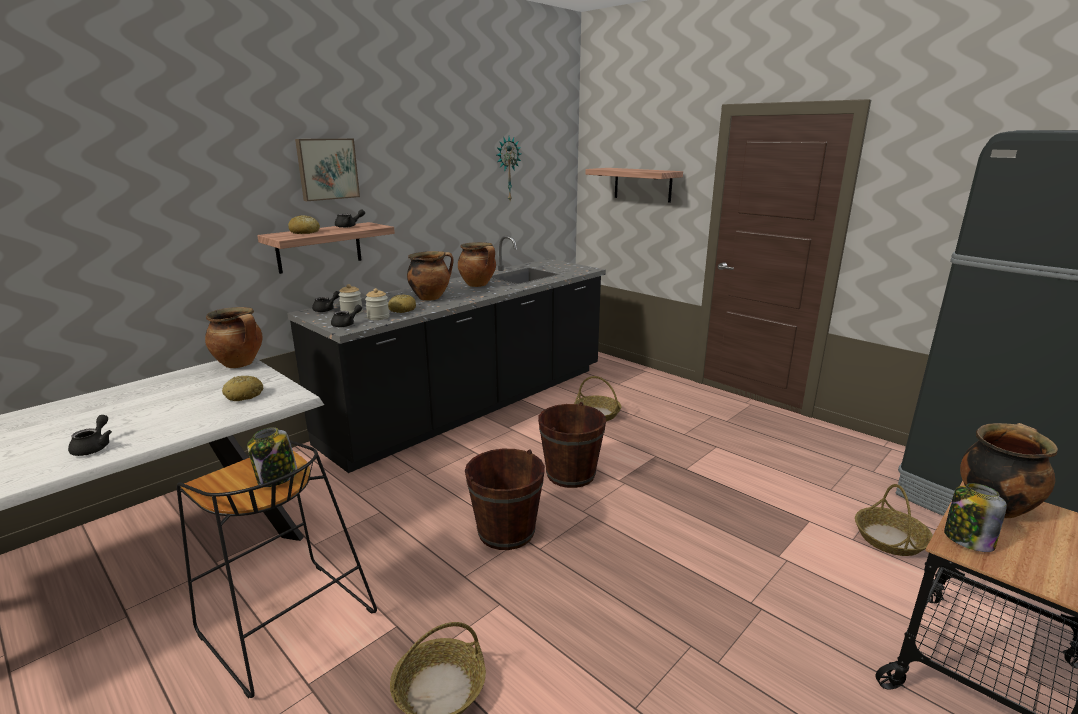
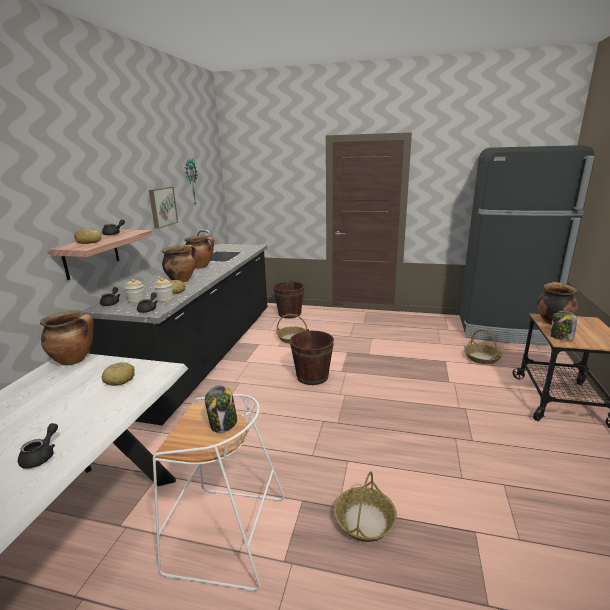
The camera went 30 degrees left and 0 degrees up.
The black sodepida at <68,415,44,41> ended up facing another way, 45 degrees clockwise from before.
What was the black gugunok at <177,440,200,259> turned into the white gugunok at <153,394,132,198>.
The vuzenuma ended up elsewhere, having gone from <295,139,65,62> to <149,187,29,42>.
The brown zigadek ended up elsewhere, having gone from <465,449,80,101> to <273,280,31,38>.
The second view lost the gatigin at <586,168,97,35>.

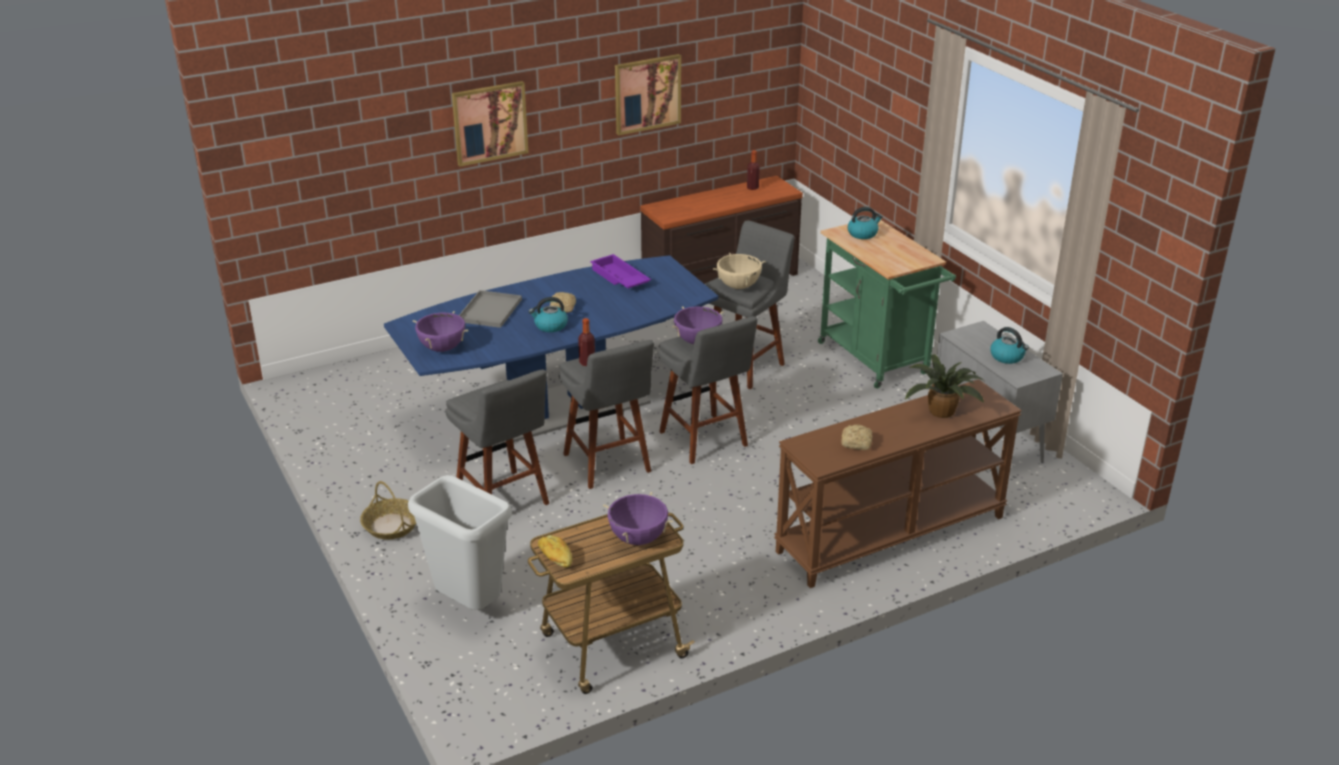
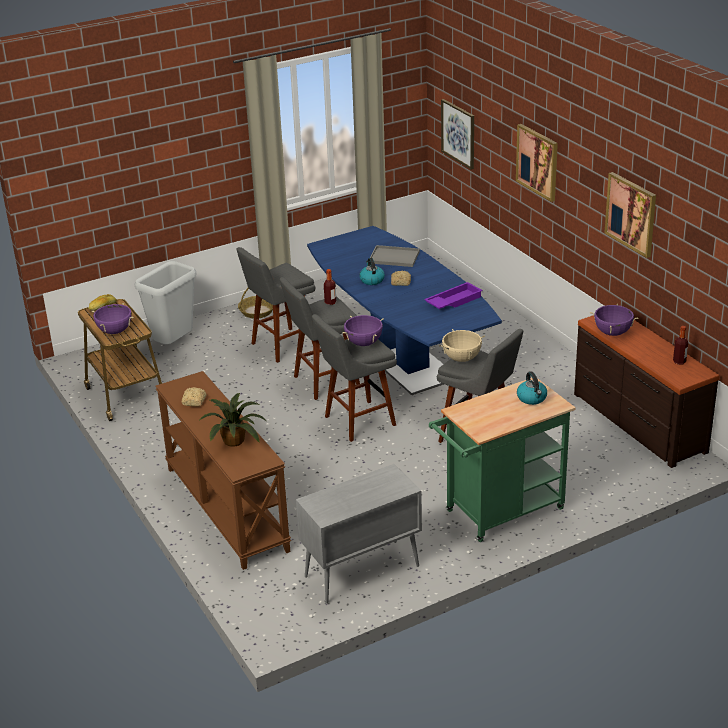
The camera went 90 degrees right and 0 degrees up.
The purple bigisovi ended up elsewhere, having gone from <412,311,57,41> to <590,303,49,33>.
The second view lost the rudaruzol at <990,327,39,37>.
The second view gained the vuzenuma at <441,99,33,71>.

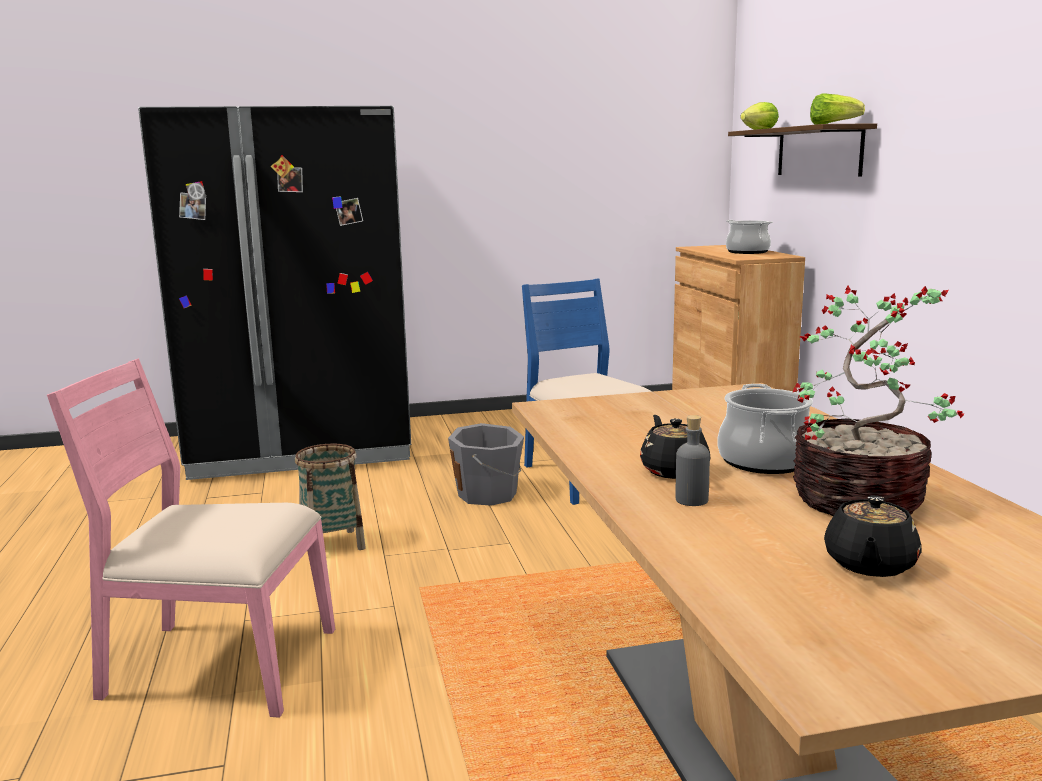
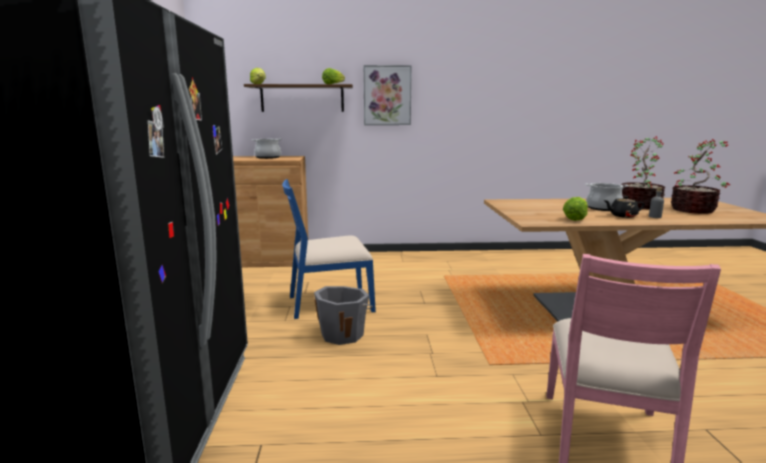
The camera went 80 degrees left and 0 degrees up.
The second view lost the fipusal at <295,444,71,106>.
Where the black sodepida stood at <824,495,98,82>, the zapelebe came to stand at <671,139,60,75>.
The second view gained the vuzenuma at <364,65,48,60>.
The second view gained the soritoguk at <563,197,25,24>.

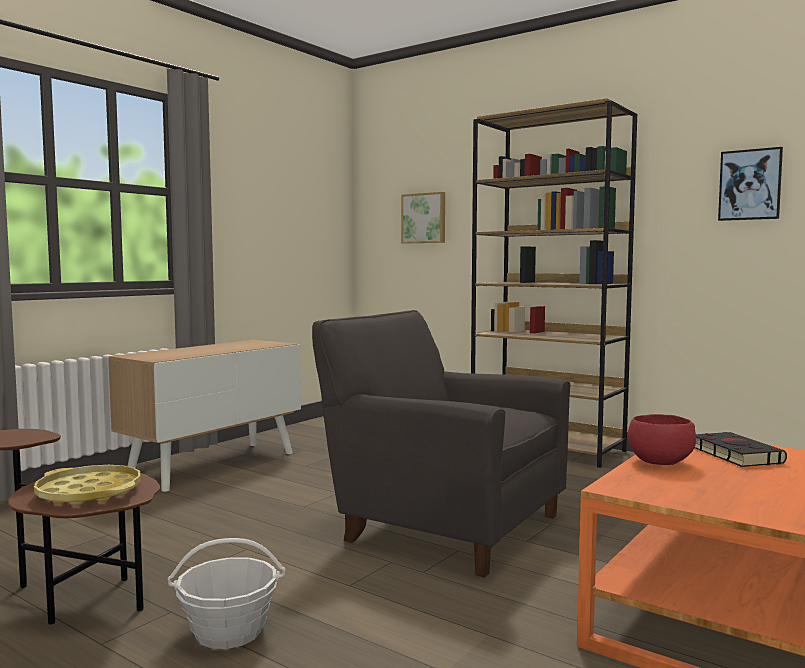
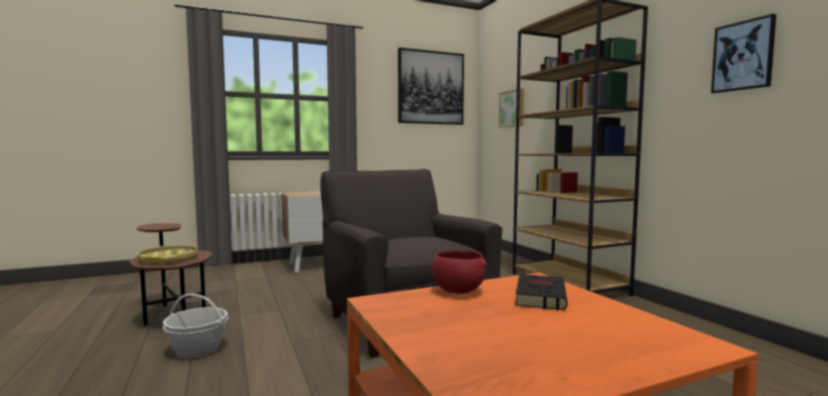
The camera went 30 degrees right and 0 degrees up.
The second view gained the vuzenuma at <398,47,66,78>.

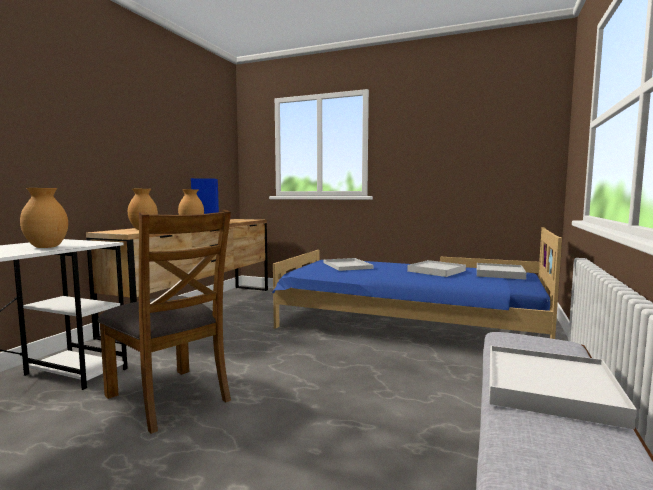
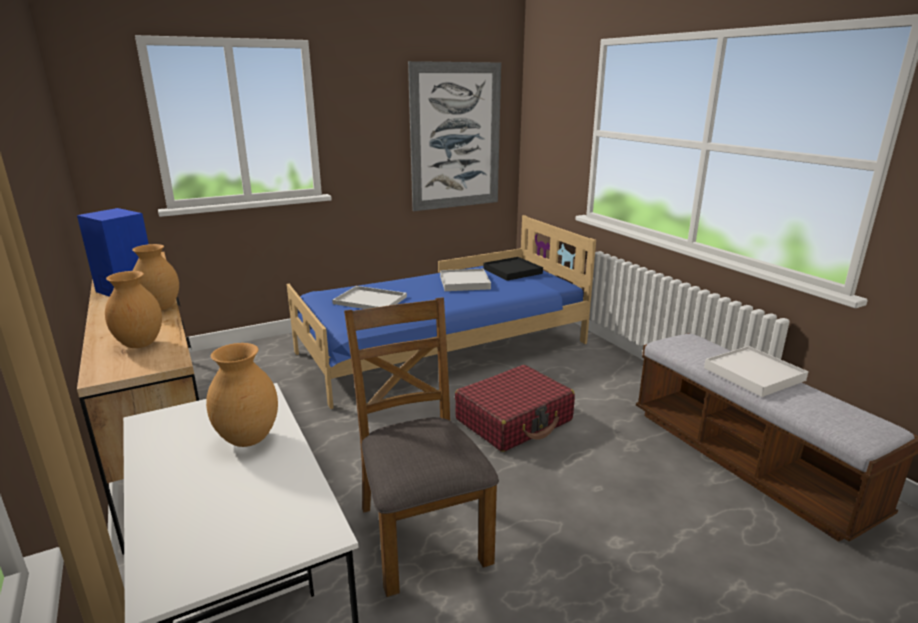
The camera went 50 degrees left and 15 degrees up.
The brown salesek at <98,210,133,224> ended up facing another way, 105 degrees counterclockwise from before.
What was the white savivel at <477,263,50,17> turned into the black savivel at <483,257,60,24>.
The second view gained the vuzenuma at <408,61,93,150>.
The second view gained the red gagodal at <455,365,120,87>.

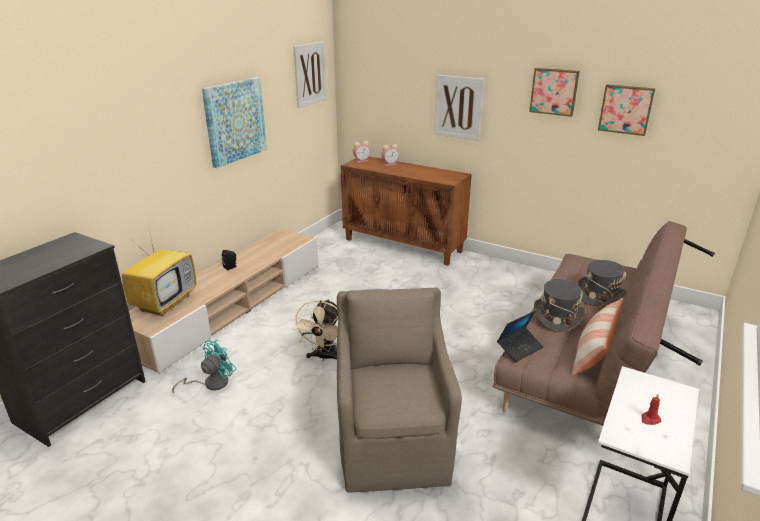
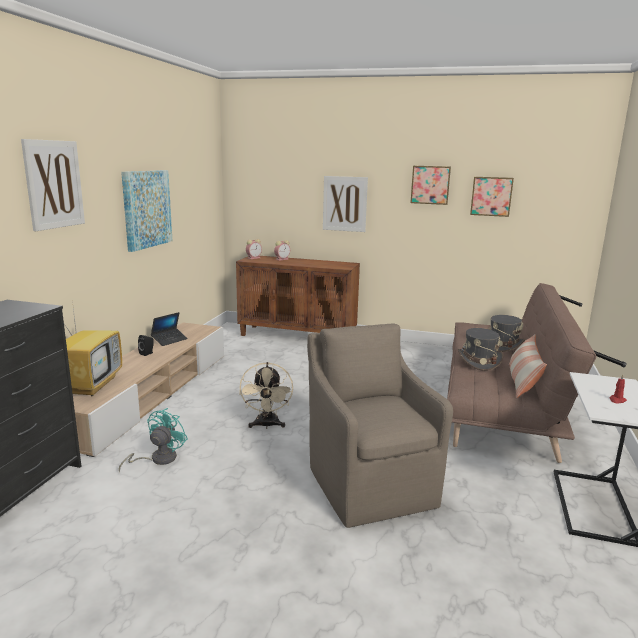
The camera went 15 degrees left and 10 degrees down.
The vuzenuma ended up elsewhere, having gone from <293,42,34,66> to <21,139,64,92>.
The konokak ended up elsewhere, having gone from <497,310,47,52> to <151,312,37,34>.

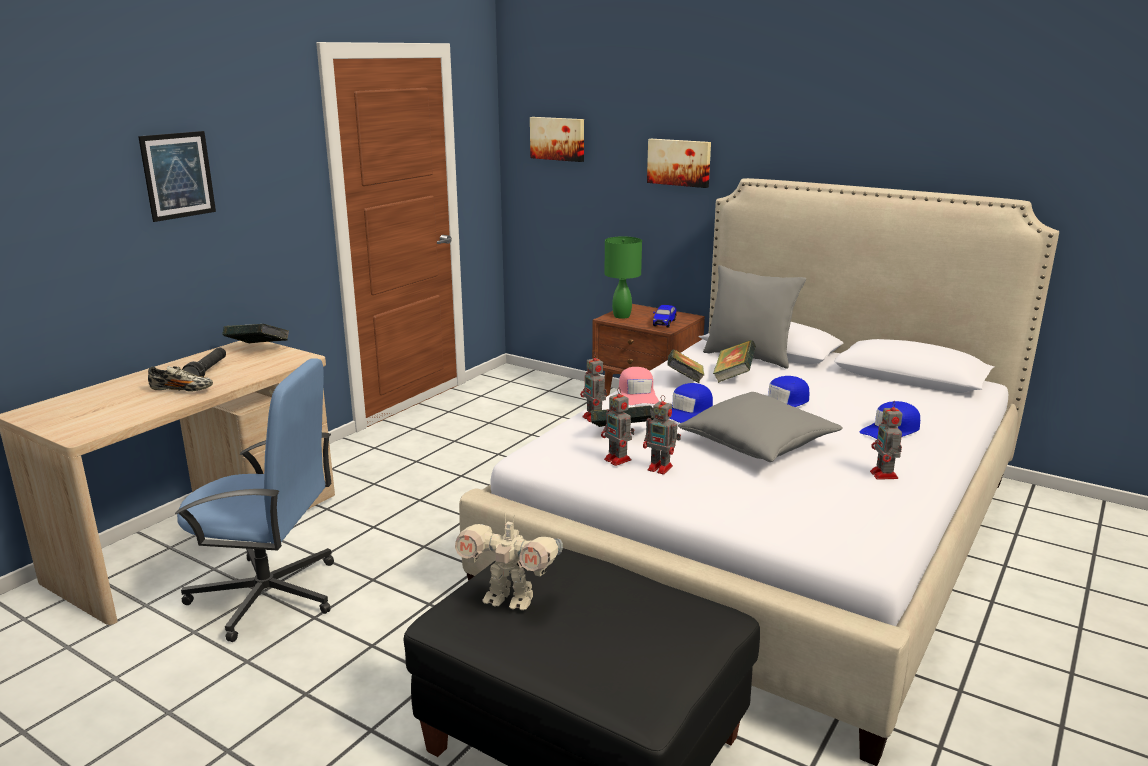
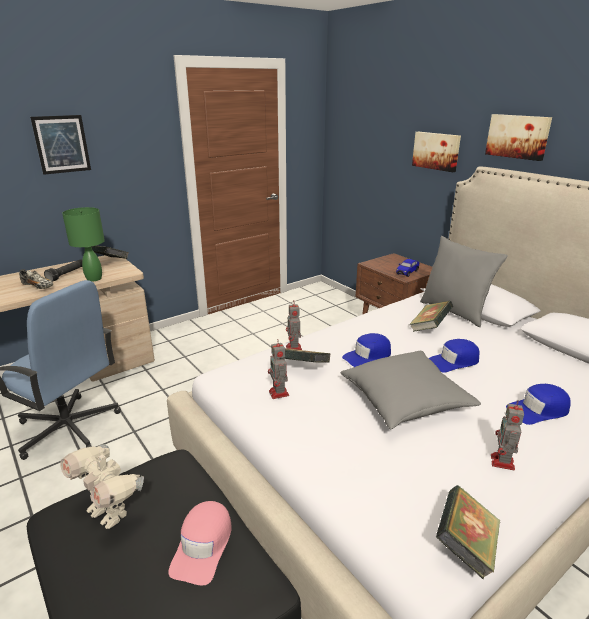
The camera went 20 degrees right and 5 degrees up.
The vuzenuma ended up elsewhere, having gone from <530,117,54,45> to <485,114,67,47>.
The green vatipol ended up elsewhere, having gone from <604,237,38,82> to <62,207,43,75>.
The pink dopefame ended up elsewhere, having gone from <619,367,40,38> to <168,501,64,85>.
The second view lost the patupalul at <643,395,38,79>.
The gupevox ended up elsewhere, having gone from <667,350,38,33> to <436,485,64,95>.

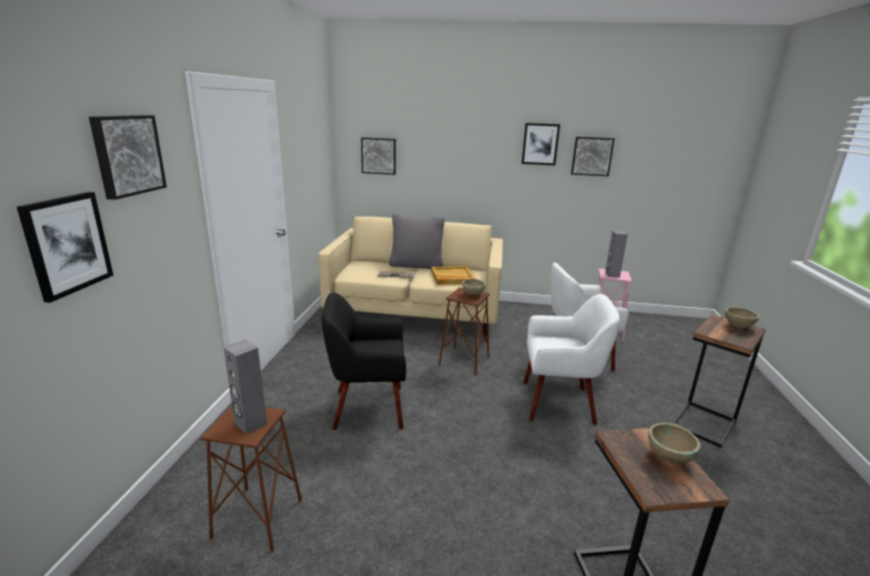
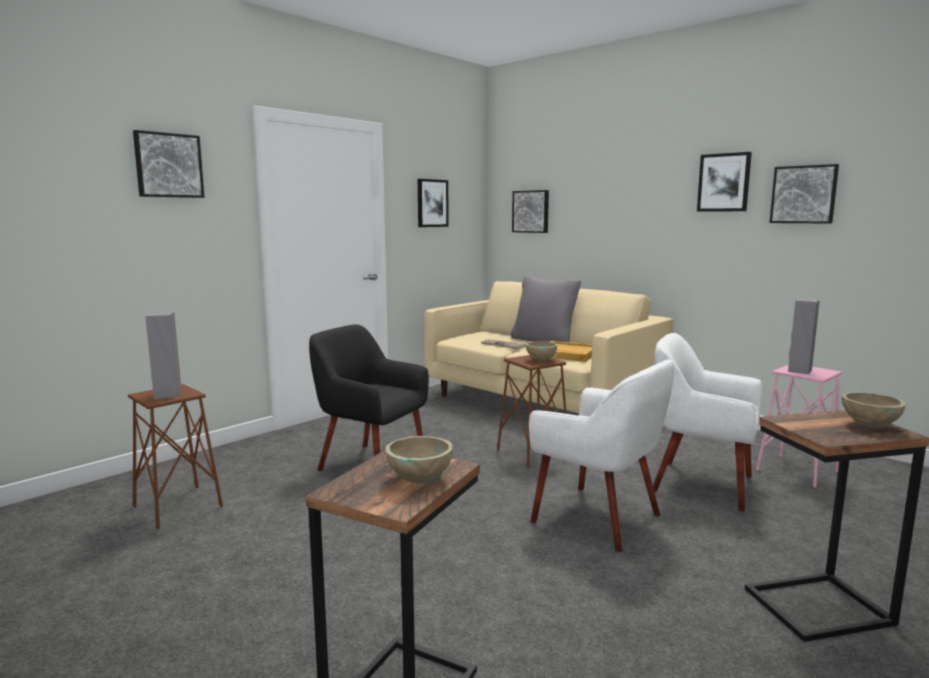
The camera went 35 degrees right and 10 degrees down.
The vuzenuma ended up elsewhere, having gone from <17,192,97,111> to <418,179,31,48>.

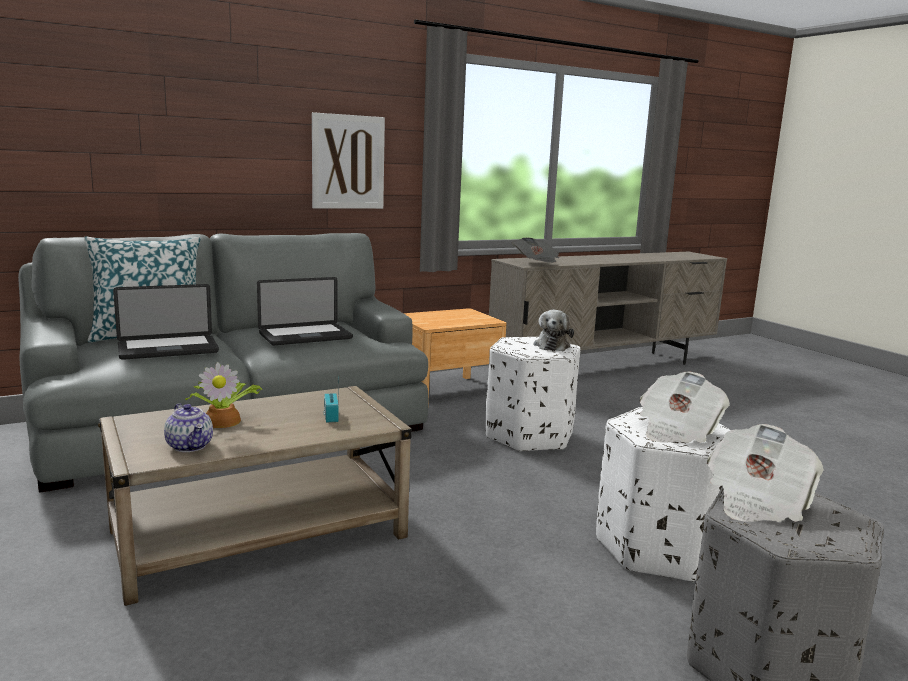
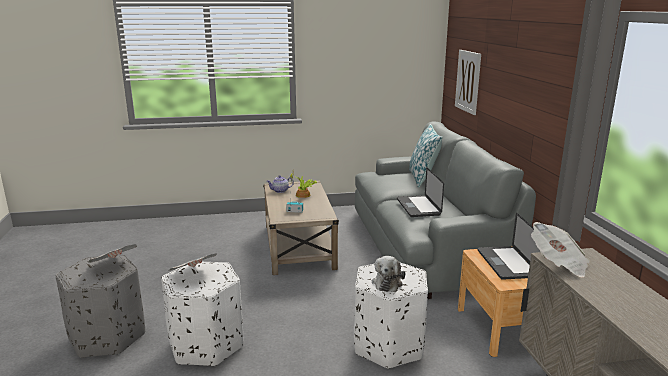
The camera went 110 degrees right and 5 degrees up.
The konokak ended up elsewhere, having gone from <113,284,106,76> to <478,213,62,67>.
The vuzenuma ended up elsewhere, having gone from <312,112,73,97> to <455,50,26,65>.
The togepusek at <534,310,40,41> ended up facing another way, 105 degrees counterclockwise from before.

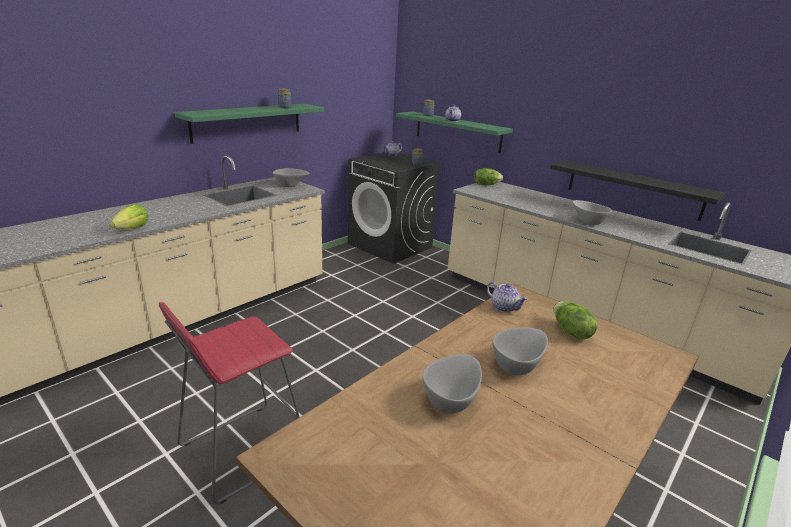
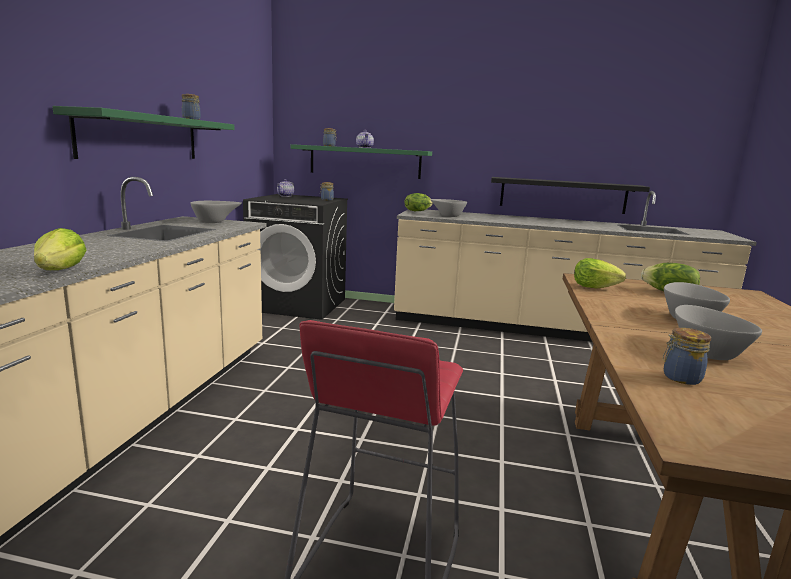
The camera went 30 degrees left and 10 degrees down.
Where the sodepida stood at <487,282,41,30>, the soritoguk came to stand at <574,258,52,30>.
The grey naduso ended up elsewhere, having gone from <573,200,39,25> to <430,199,37,18>.
The second view gained the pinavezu at <662,328,49,57>.

